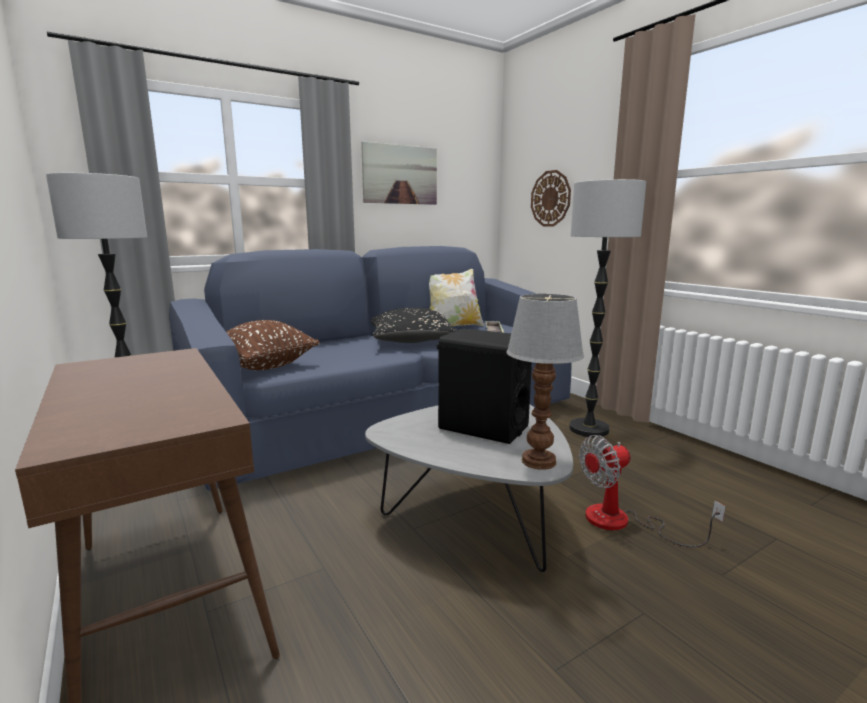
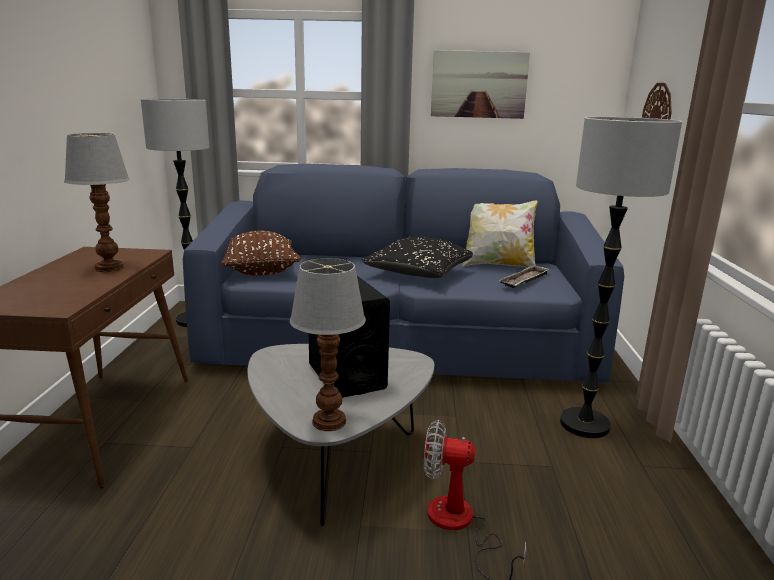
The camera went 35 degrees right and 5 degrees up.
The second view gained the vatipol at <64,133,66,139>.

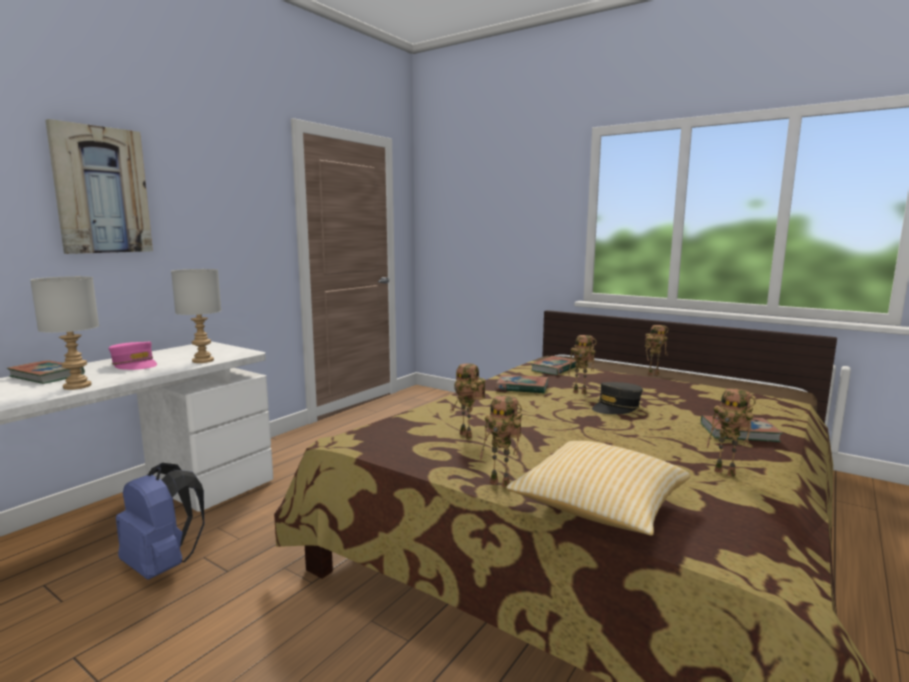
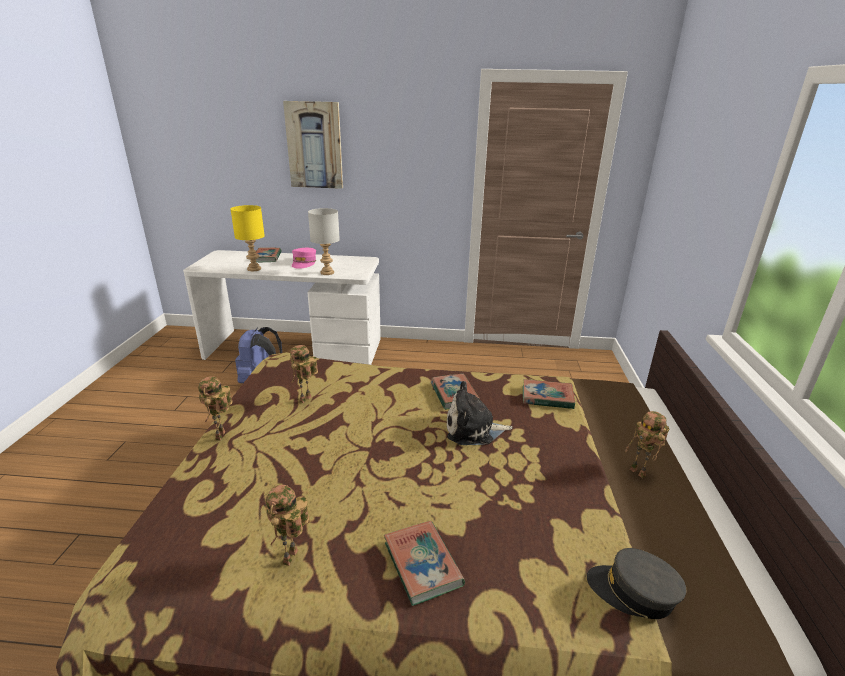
The camera went 60 degrees right and 15 degrees up.
What was the grey vatipol at <30,276,69,114> turned into the yellow vatipol at <230,205,35,66>.
The second view lost the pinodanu at <506,441,184,95>.
Where the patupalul stood at <568,335,29,59>, the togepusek came to stand at <447,381,66,64>.
The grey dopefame ended up elsewhere, having gone from <592,382,51,32> to <587,548,99,71>.

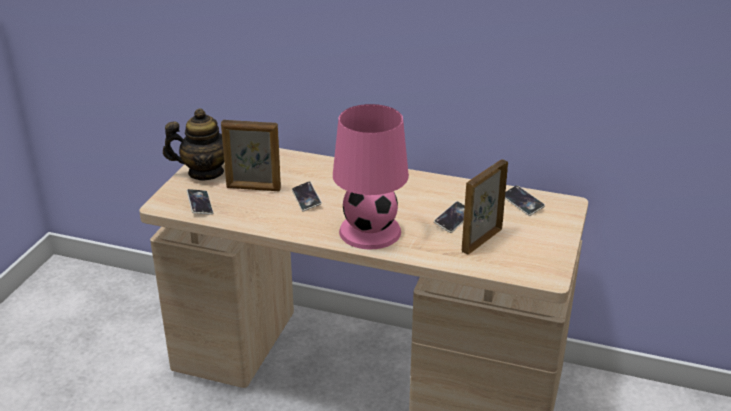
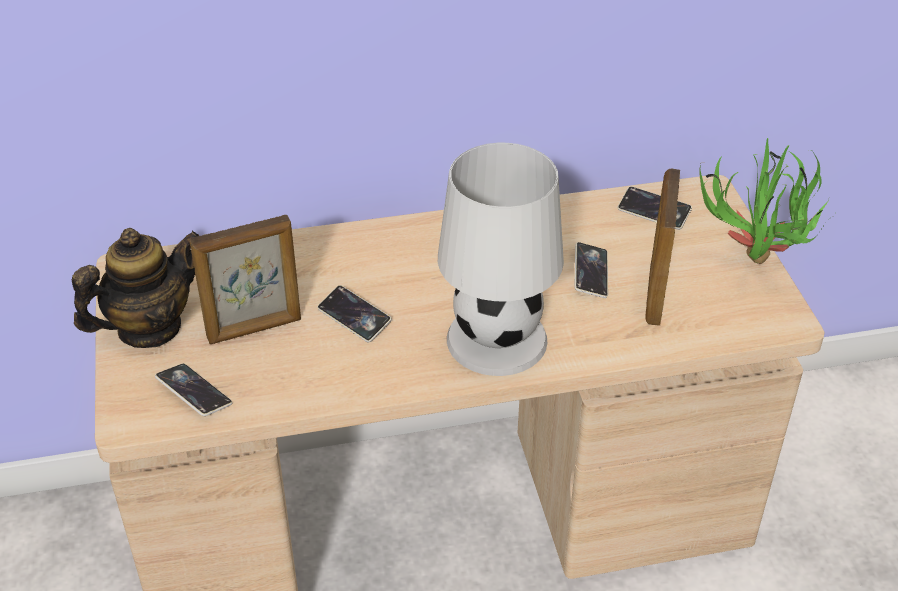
The camera went 30 degrees left and 10 degrees up.
What was the pink vatipol at <333,104,76,145> turned into the white vatipol at <438,143,126,233>.
The second view gained the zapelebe at <699,138,137,126>.

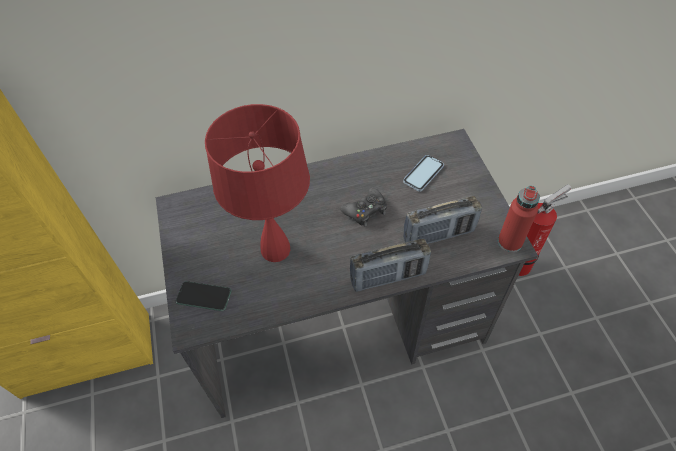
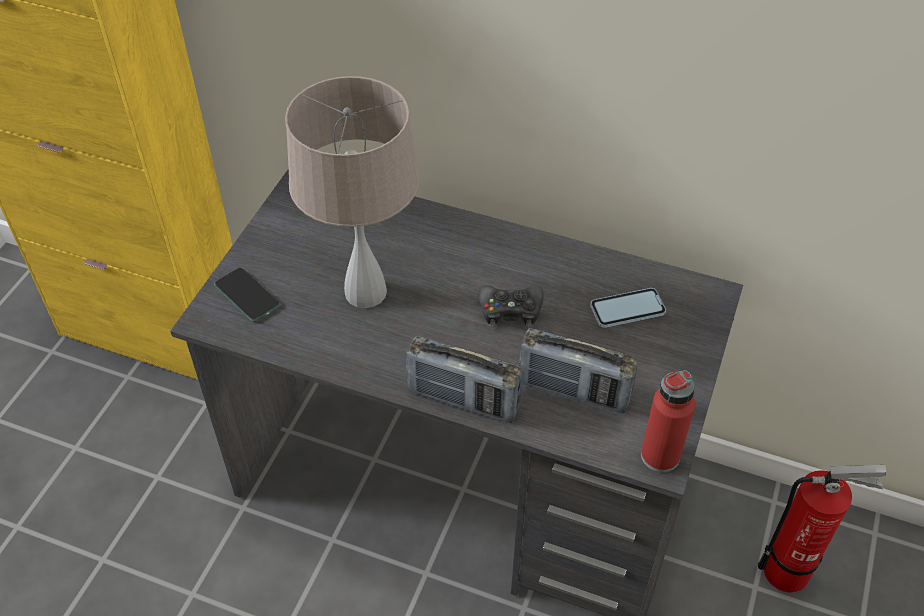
The camera went 35 degrees right and 5 degrees down.
What was the red vatipol at <205,104,105,158> turned into the beige vatipol at <285,76,134,232>.

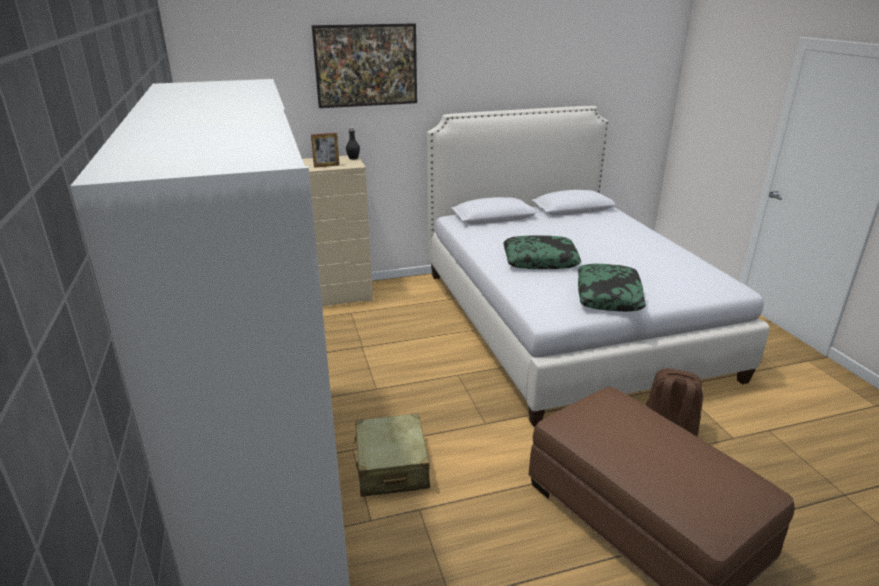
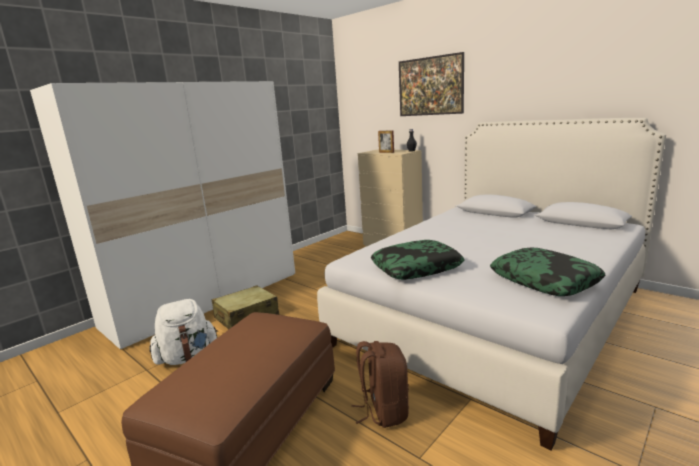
The camera went 60 degrees right and 10 degrees down.
The pinodanu ended up elsewhere, having gone from <503,235,78,34> to <490,248,115,48>.
The second view gained the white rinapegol at <149,299,69,66>.

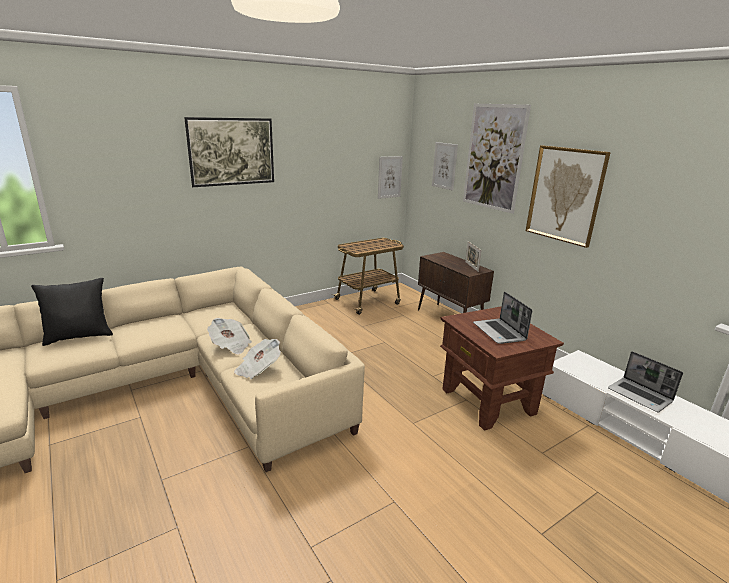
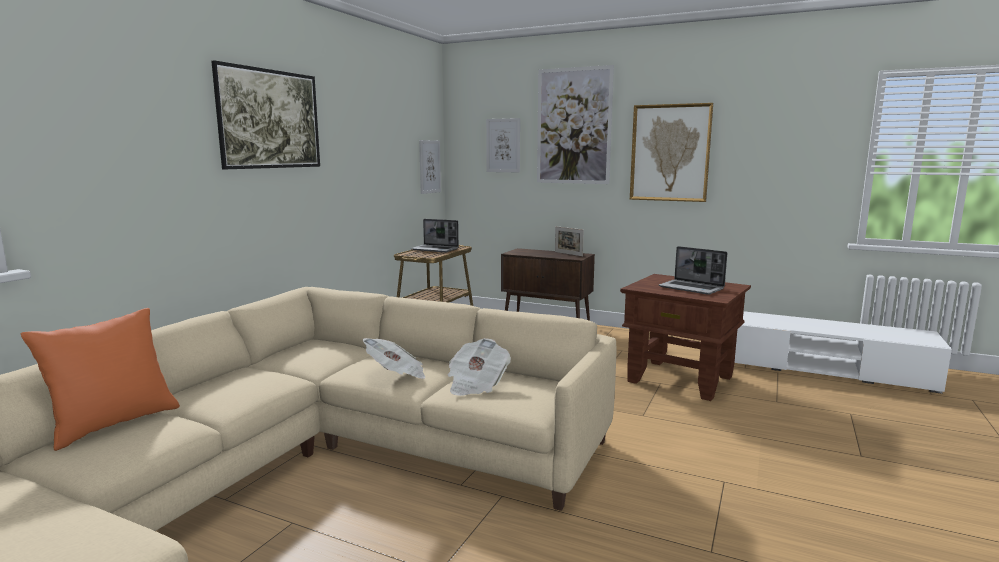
The camera went 30 degrees left and 10 degrees down.
What was the black pinodanu at <31,278,82,68> turned into the orange pinodanu at <21,308,159,143>.
The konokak ended up elsewhere, having gone from <608,351,75,61> to <410,219,49,33>.

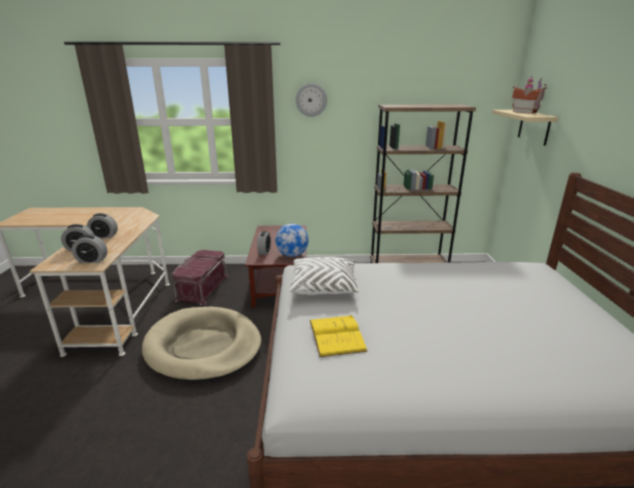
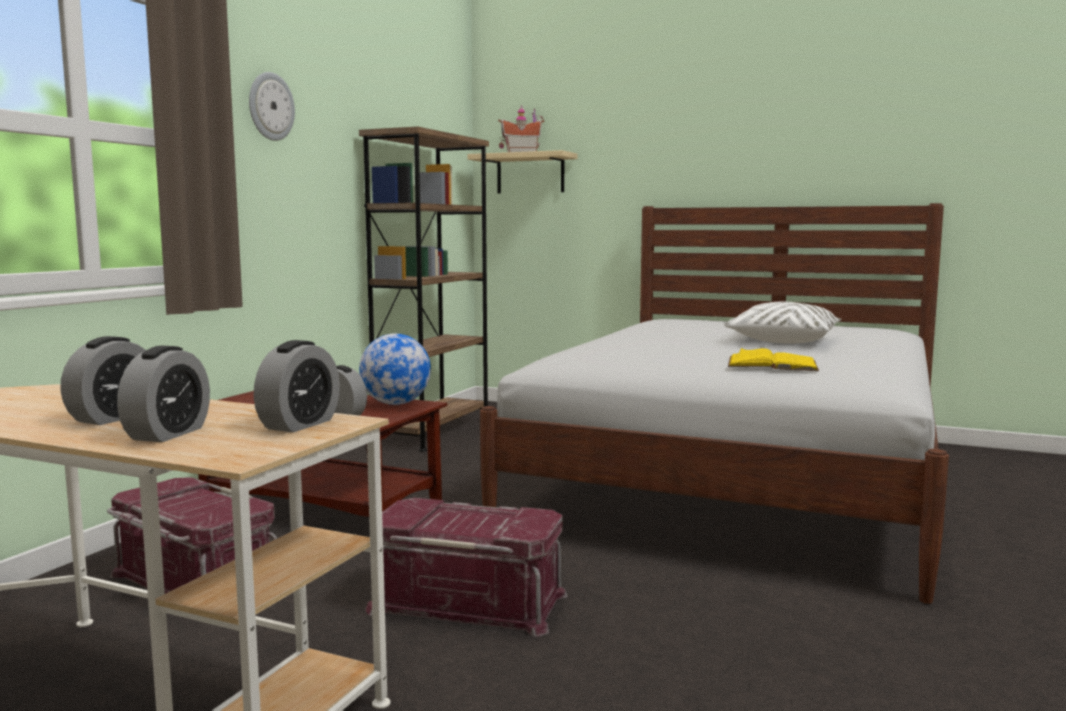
The camera went 65 degrees left and 15 degrees down.
Where the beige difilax stood at <142,307,119,76>, the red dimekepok came to stand at <365,498,203,139>.
The white pinodanu ended up elsewhere, having gone from <289,257,70,38> to <724,301,118,43>.

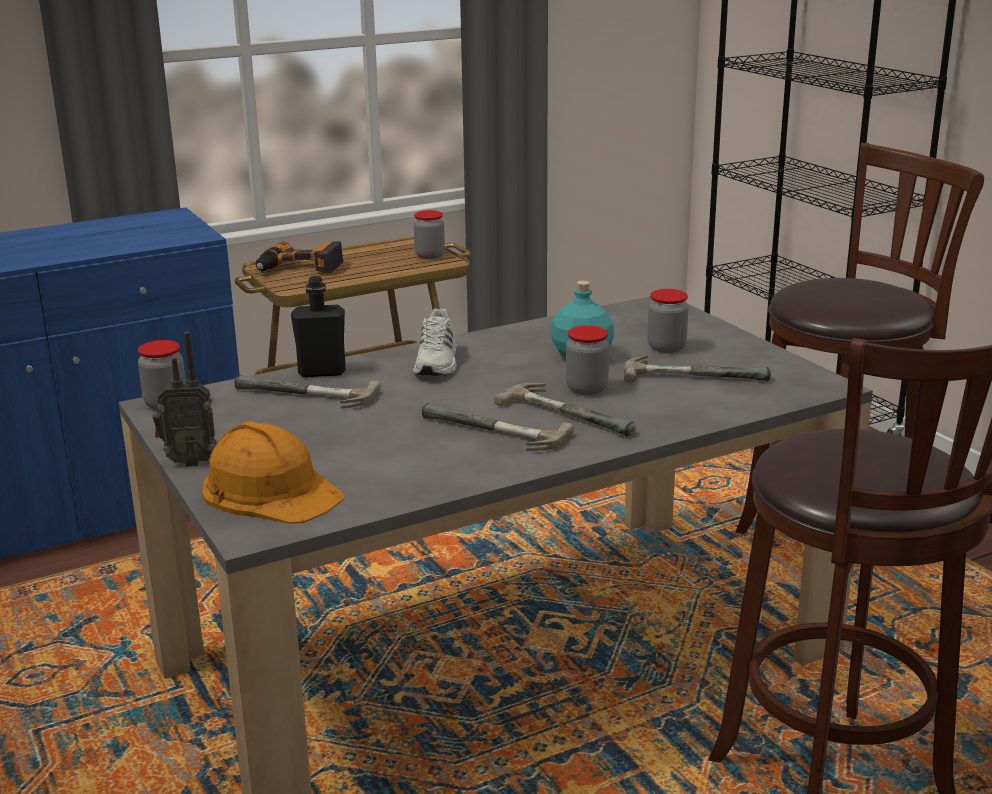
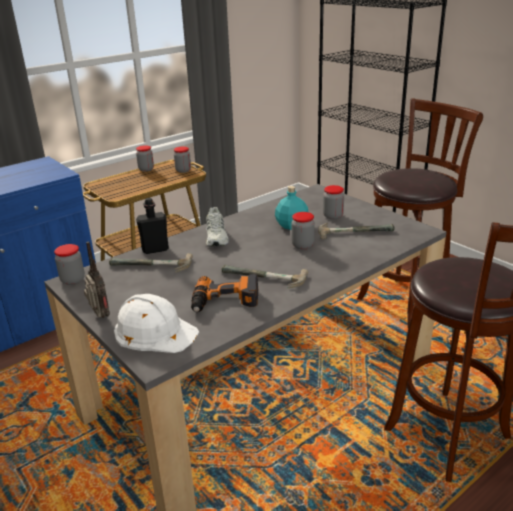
The camera went 10 degrees left and 5 degrees up.
The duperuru at <153,332,64,135> ended up facing another way, 105 degrees counterclockwise from before.
What was the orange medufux at <202,421,142,103> turned into the white medufux at <114,294,85,59>.
The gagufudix ended up elsewhere, having gone from <255,241,88,32> to <191,274,67,38>.
The second view lost the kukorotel at <494,383,142,54>.
The second view gained the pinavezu at <136,145,18,27>.

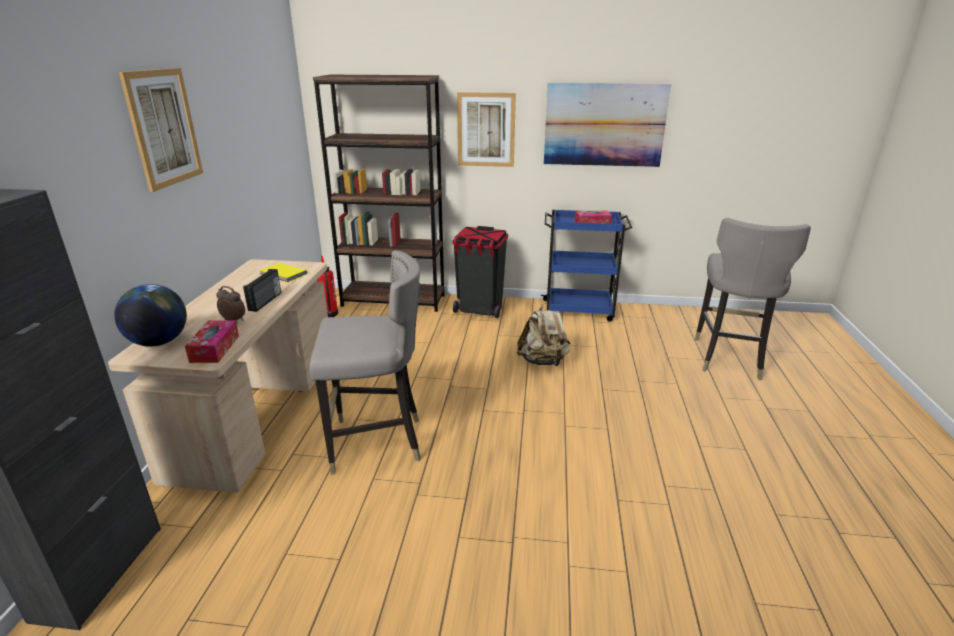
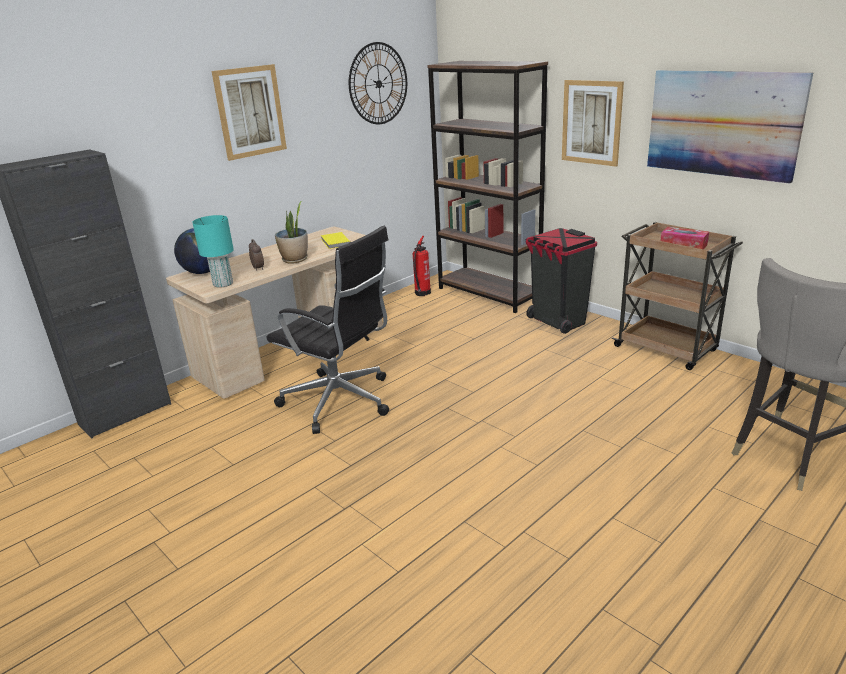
The camera went 40 degrees right and 0 degrees up.
Where the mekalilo stood at <185,320,54,43>, the turquoise vatipol came to stand at <192,215,42,73>.
Where the duperuru stood at <243,269,38,43>, the zapelebe came to stand at <275,201,33,63>.
Where the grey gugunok stood at <309,250,112,225>, the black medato came to stand at <266,226,123,208>.
The second view lost the beige rinapegol at <517,302,53,64>.
What was the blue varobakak at <541,209,91,113> turned into the brown varobakak at <612,222,131,148>.
The second view gained the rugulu at <349,42,58,82>.

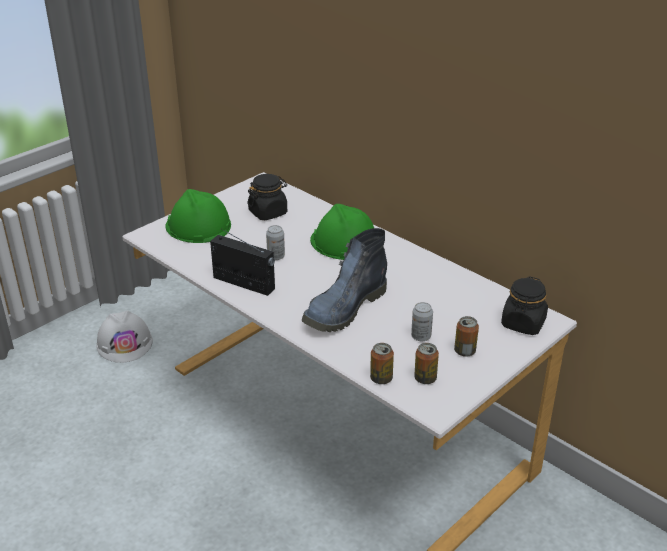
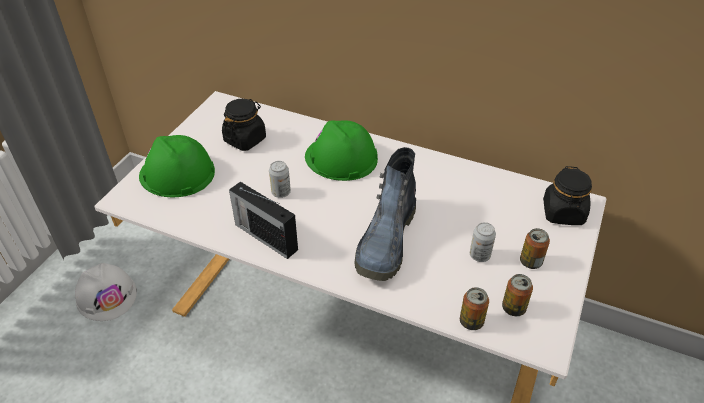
The camera went 20 degrees left and 10 degrees up.
The duperuru at <210,229,65,67> ended up facing another way, 150 degrees counterclockwise from before.

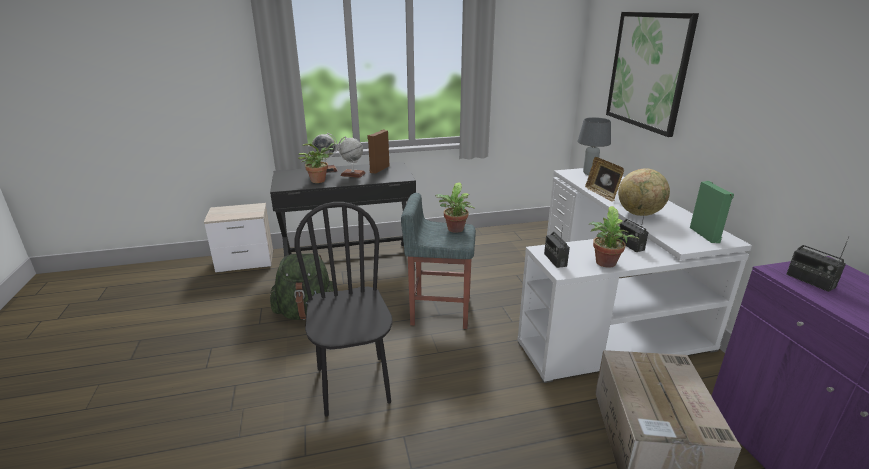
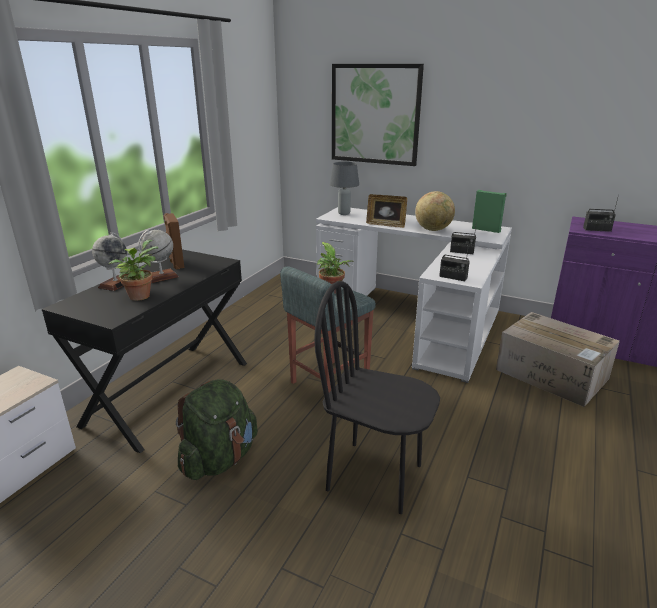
The camera went 50 degrees left and 0 degrees up.
The second view lost the zapelebe at <589,206,50,62>.

